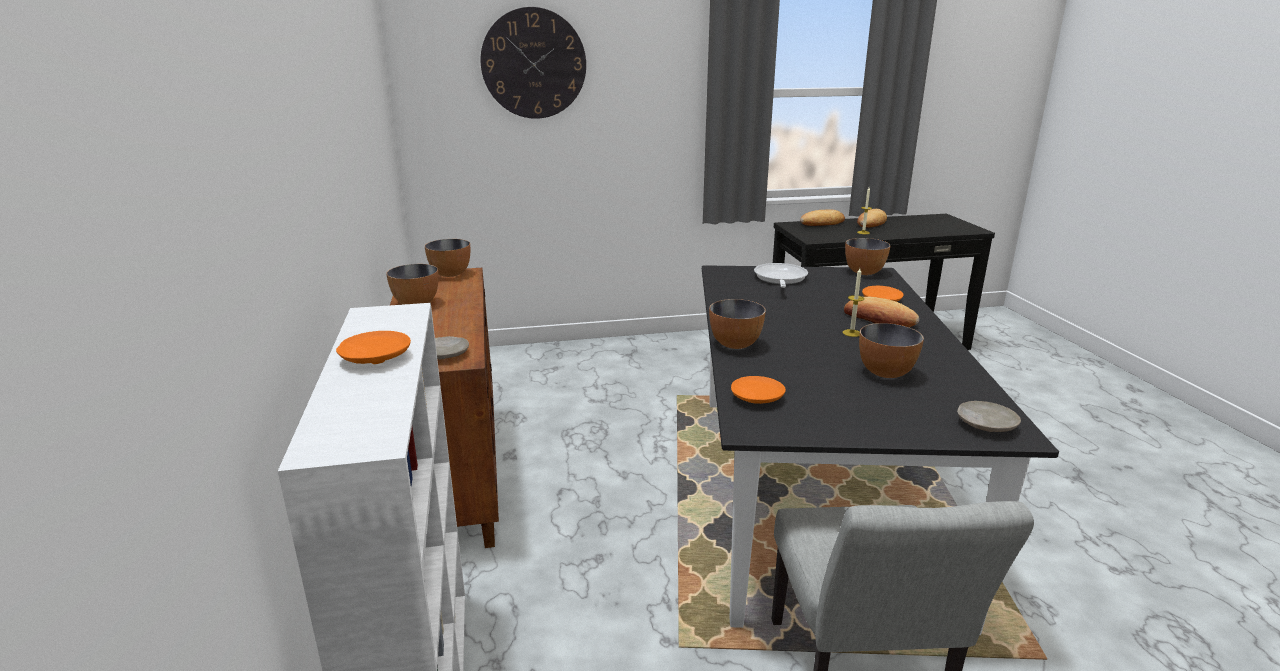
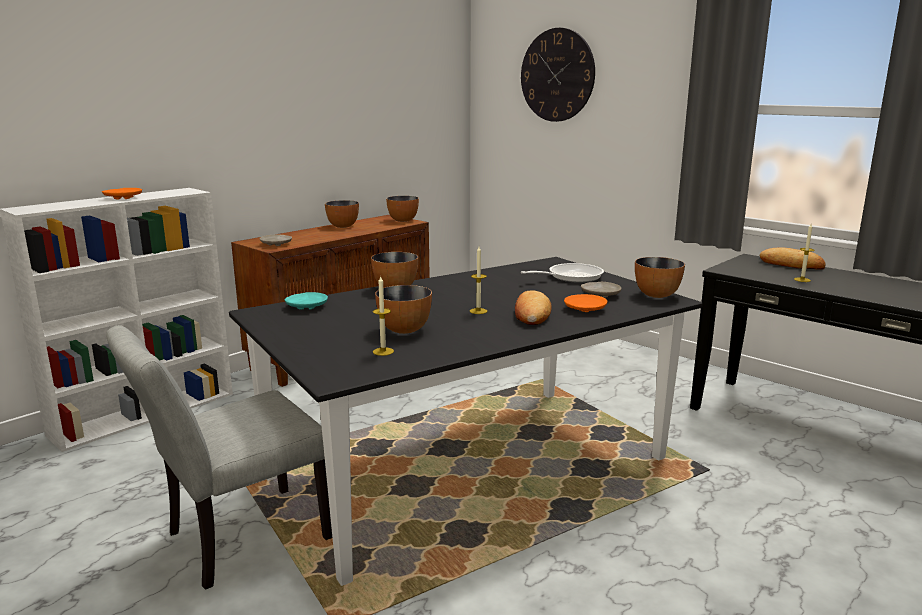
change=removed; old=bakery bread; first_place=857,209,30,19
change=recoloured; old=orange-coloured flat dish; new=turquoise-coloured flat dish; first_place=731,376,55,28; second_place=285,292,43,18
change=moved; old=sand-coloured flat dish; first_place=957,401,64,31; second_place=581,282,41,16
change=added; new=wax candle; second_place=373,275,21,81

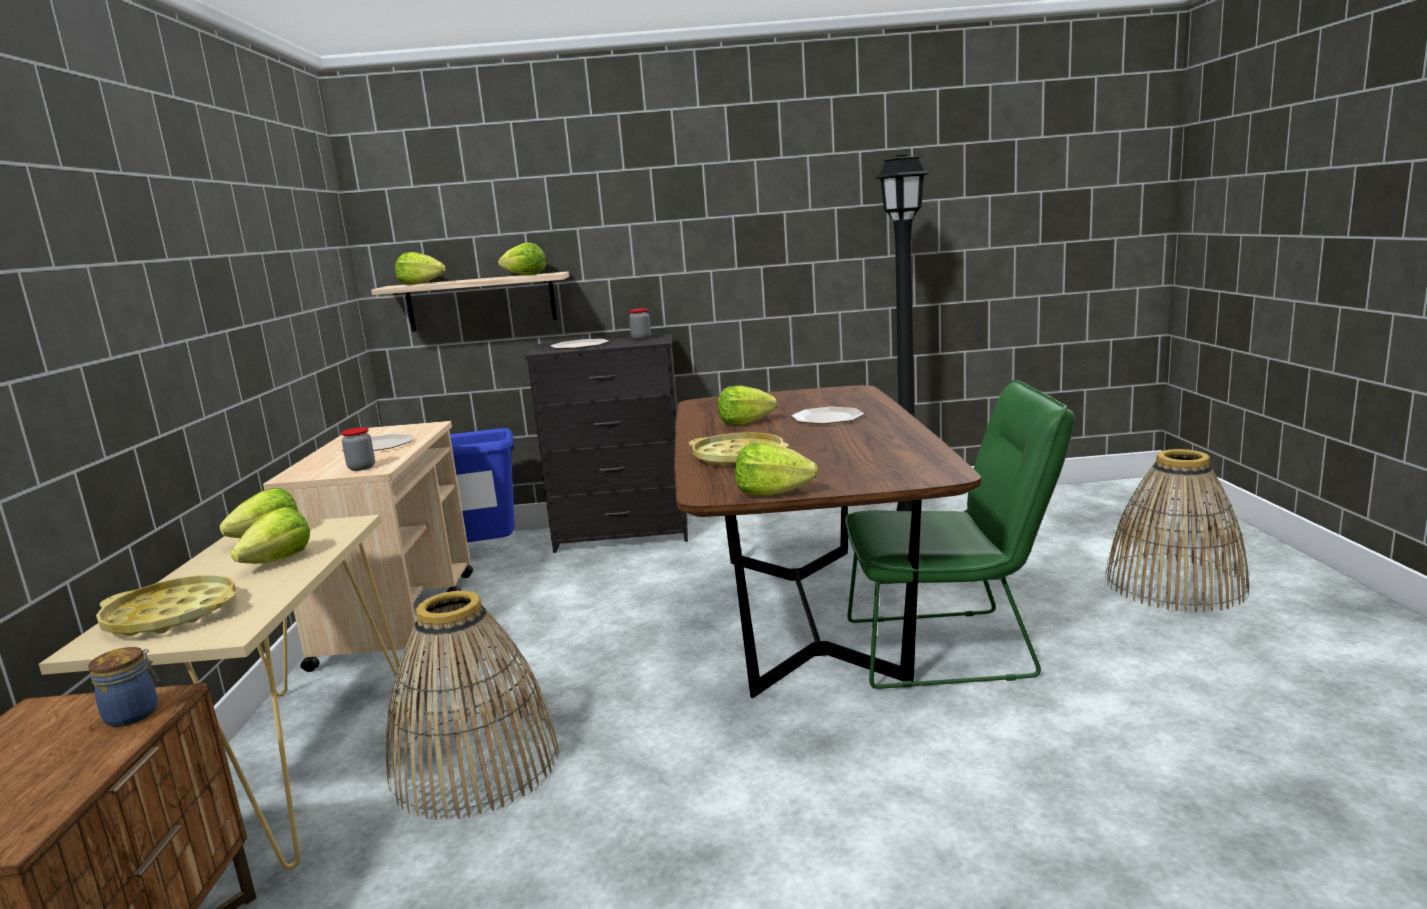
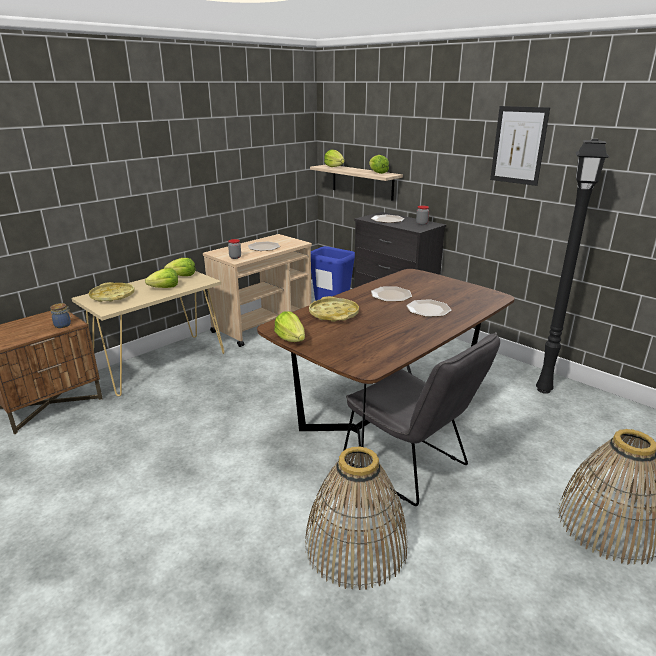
change=recoloured; old=greenish chair; new=greyish chair; first_place=845,380,230,309; second_place=343,332,157,174
change=replaced; old=lettuce head; new=flat dish; first_place=718,385,59,40; second_place=371,287,41,15
change=moved; old=storage basket; first_place=386,591,173,229; second_place=305,446,103,144
change=added; new=picture; second_place=490,106,60,80

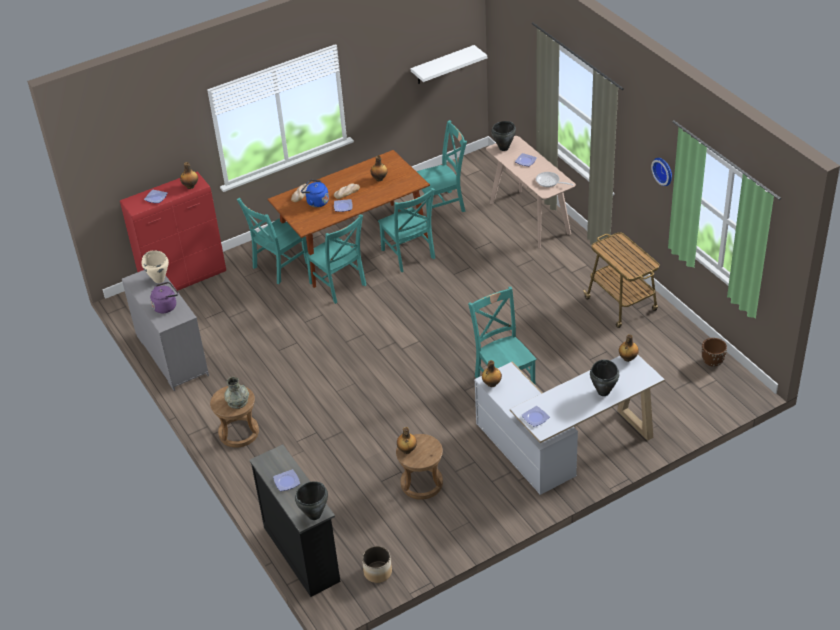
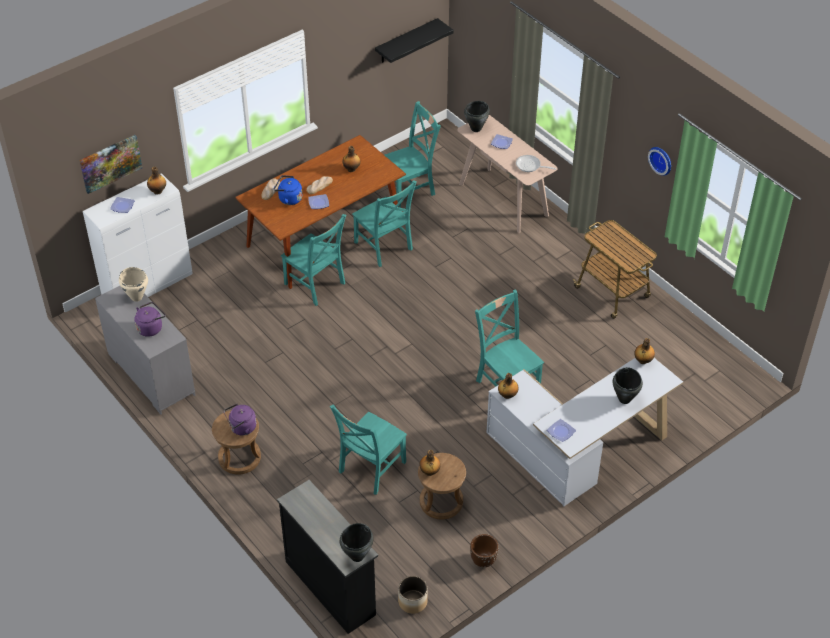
change=recoloured; old=white shelf; new=blackish shelf; first_place=411,45,76,39; second_place=375,18,79,45
change=recoloured; old=red storage cabinet; new=white storage cabinet; first_place=120,172,106,119; second_place=83,173,109,124
change=moved; old=turquoise-coloured chair; first_place=237,198,71,86; second_place=330,404,77,91
change=moved; old=brownish plant pot; first_place=702,338,25,29; second_place=470,534,29,33
change=replaced; old=greyish vase; new=purple-coloured tea kettle; first_place=224,377,25,32; second_place=224,404,32,31
change=removed; old=flat dish; first_place=273,469,27,22
change=added; new=picture; second_place=79,135,63,59

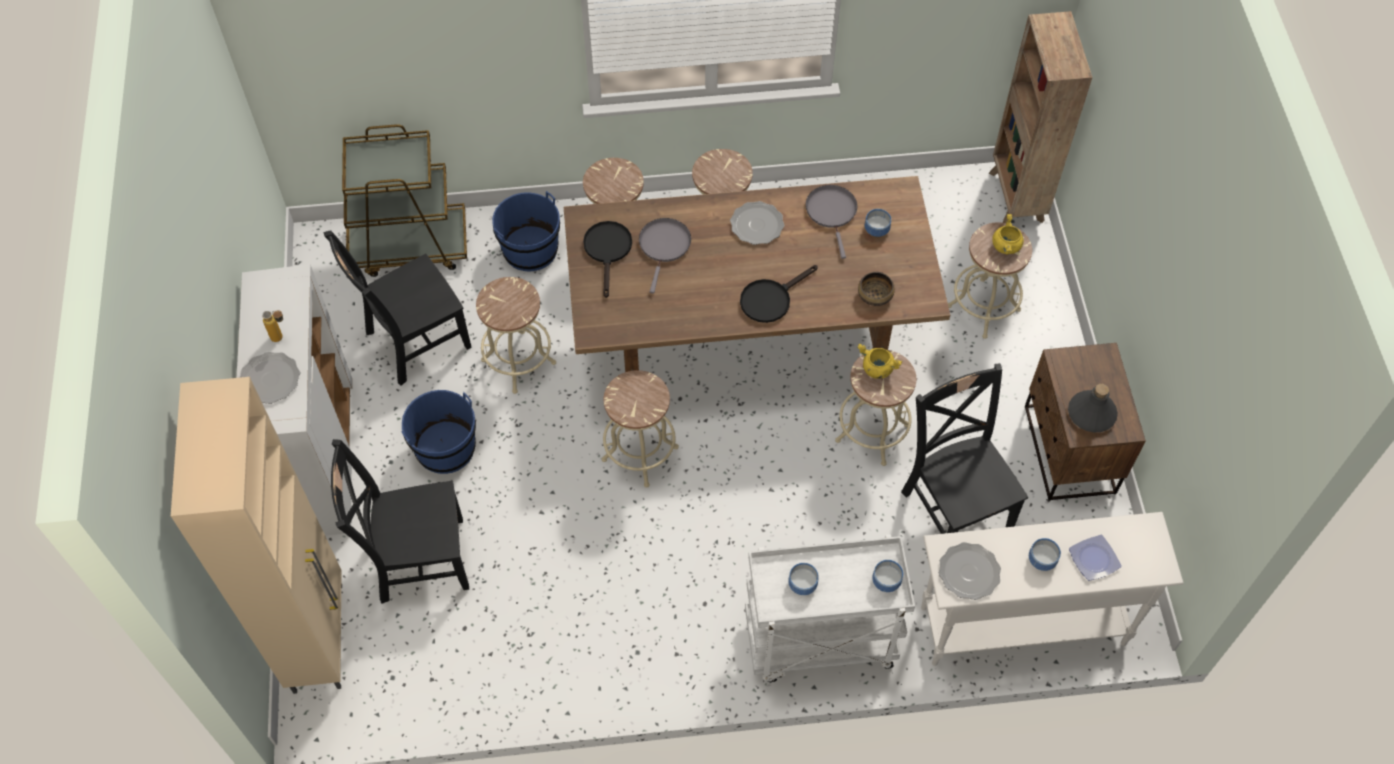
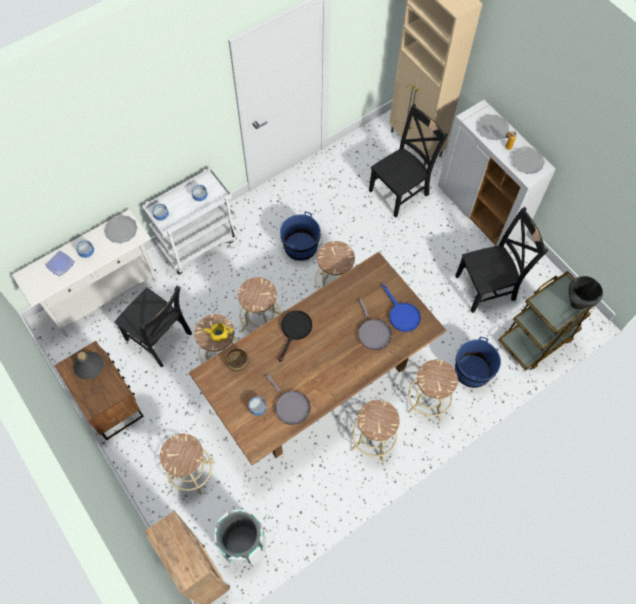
change=moved; old=flat dish; first_place=730,201,54,44; second_place=511,147,34,27
change=removed; old=yellowish saucepot; first_place=992,214,32,41
change=recoloured; old=blackish frying pan; new=blue-coloured frying pan; first_place=583,221,49,77; second_place=382,284,39,48
change=turned; old=blackish chair; first_place=324,230,148,156; second_place=455,207,93,106; degrees=45
change=moved; old=sand-coloured stool seat; first_place=476,277,80,117; second_place=238,277,43,55
change=moved; old=blue-coloured water bucket; first_place=401,390,75,84; second_place=280,211,41,50
change=added; new=blackish saucepot; second_place=569,276,34,33
change=added; new=white rubbish bin; second_place=214,510,52,57

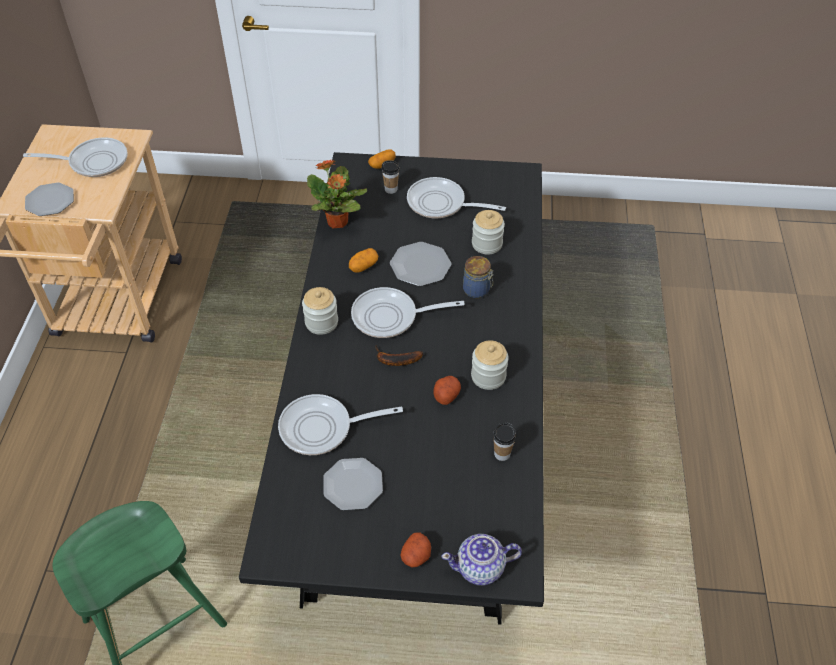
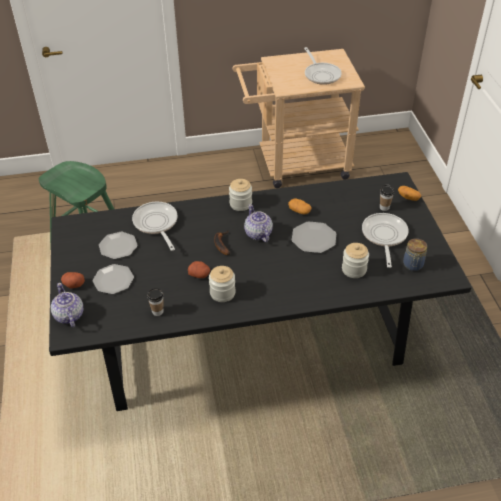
change=removed; old=plant in a pot; first_place=307,159,60,69
change=moved; old=flat dish; first_place=25,183,49,33; second_place=93,264,41,30
change=moved; old=preserve jar; first_place=463,256,30,42; second_place=403,238,24,33
change=replaced; old=frying pan; new=pot for tea; first_place=351,287,114,51; second_place=244,204,29,38

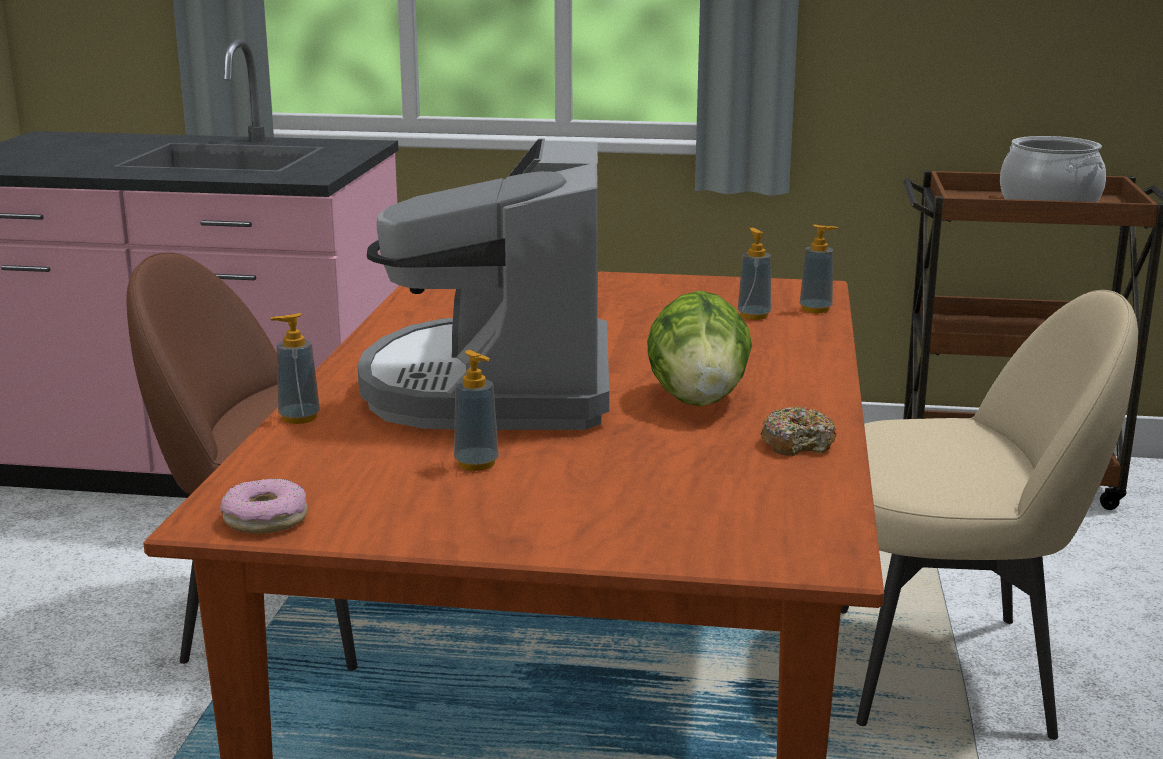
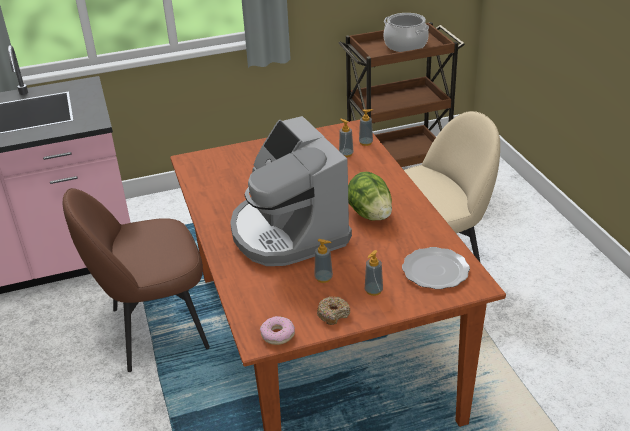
change=moved; old=soap dispenser; first_place=270,313,50,111; second_place=365,250,18,46
change=moved; old=donut; first_place=761,407,75,49; second_place=317,297,33,28
change=added; new=flat dish; second_place=402,247,68,42

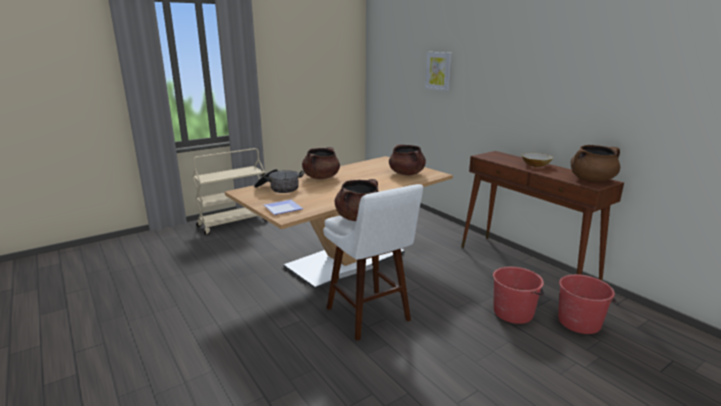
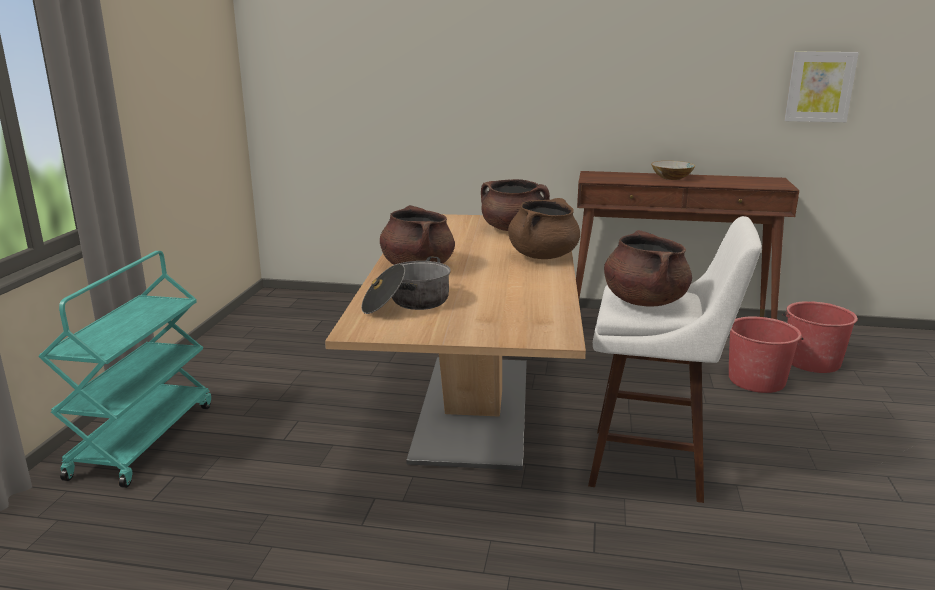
change=moved; old=picture; first_place=425,52,26,39; second_place=784,52,75,70
change=moved; old=brownish saucepot; first_place=571,145,49,37; second_place=508,198,72,61
change=recoloured; old=sand-coloured trolley; new=turquoise-coloured trolley; first_place=192,148,75,87; second_place=38,251,173,237
change=removed; old=flat dish; first_place=264,200,39,15

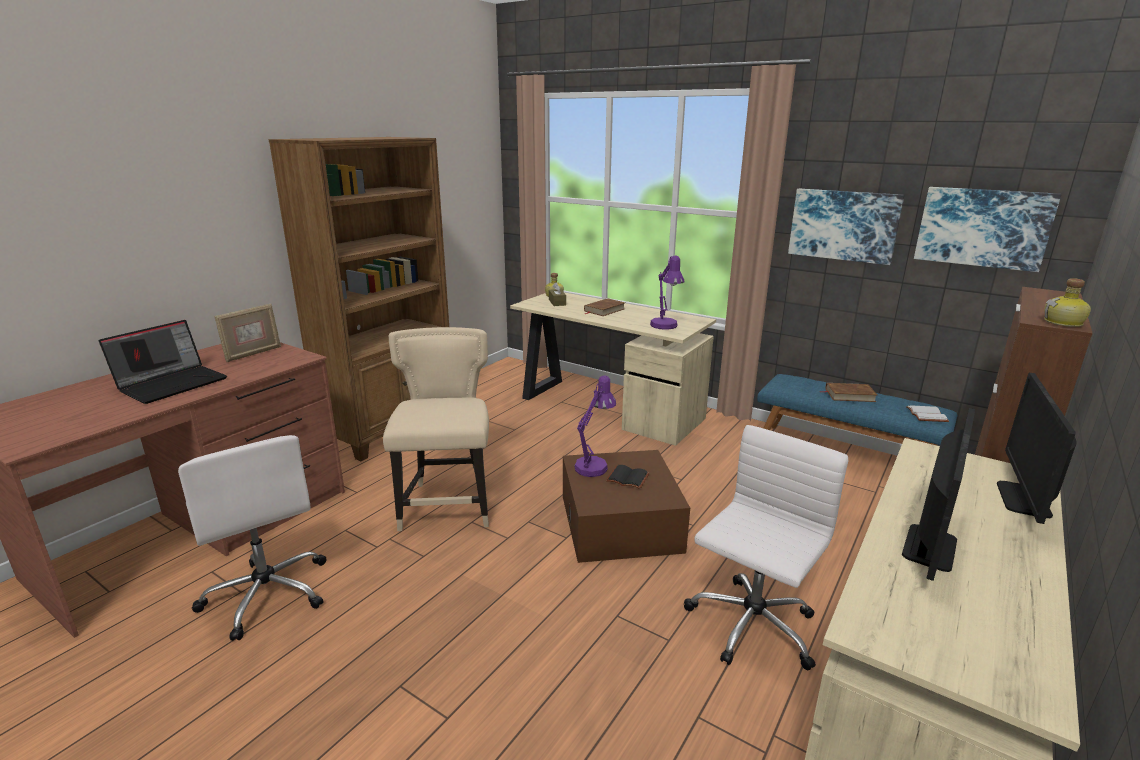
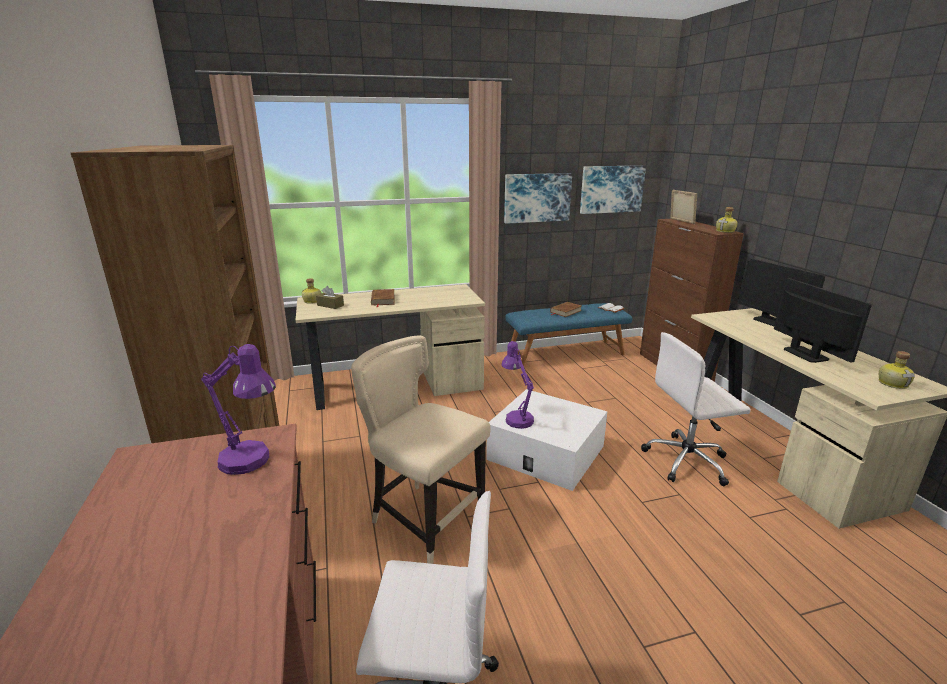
change=moved; old=purple-coloured tabletop lamp; first_place=650,256,35,74; second_place=201,344,75,131
change=moved; old=photo frame; first_place=215,303,66,59; second_place=670,190,27,34
change=removed; old=laptop; first_place=99,320,128,84
change=turned; old=white desk chair; first_place=684,425,164,245; second_place=641,332,110,154; degrees=-90
change=recoloured; old=brownish storage box; new=white storage box; first_place=563,450,127,113; second_place=486,389,121,102
change=removed; old=blackish volume; first_place=606,465,44,24
change=added; new=bottle; second_place=878,351,37,38

